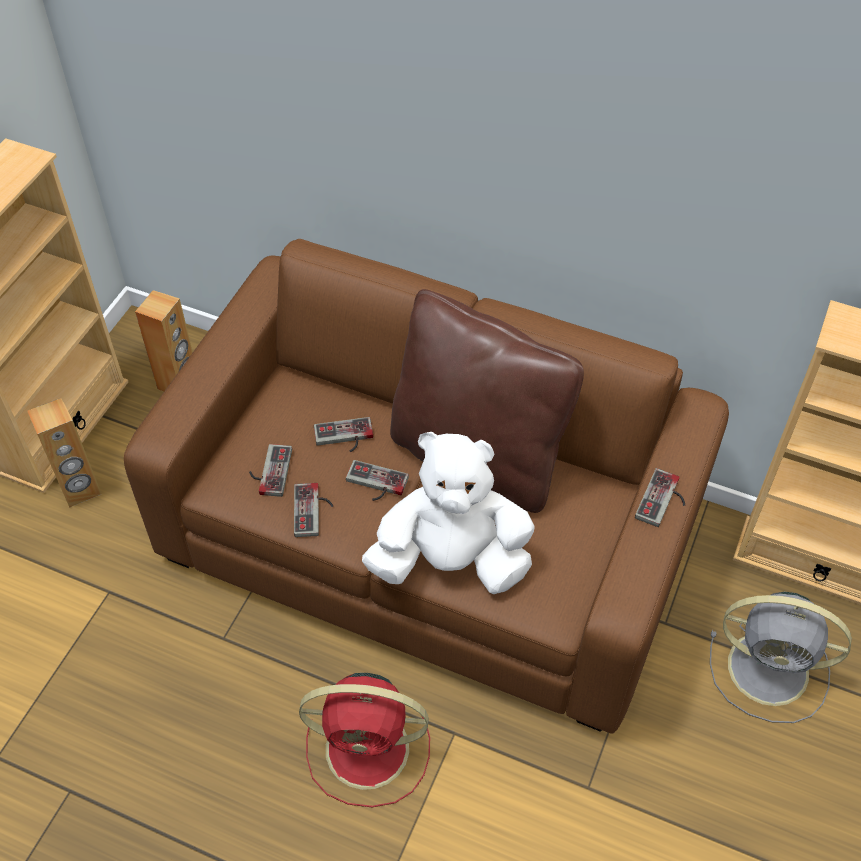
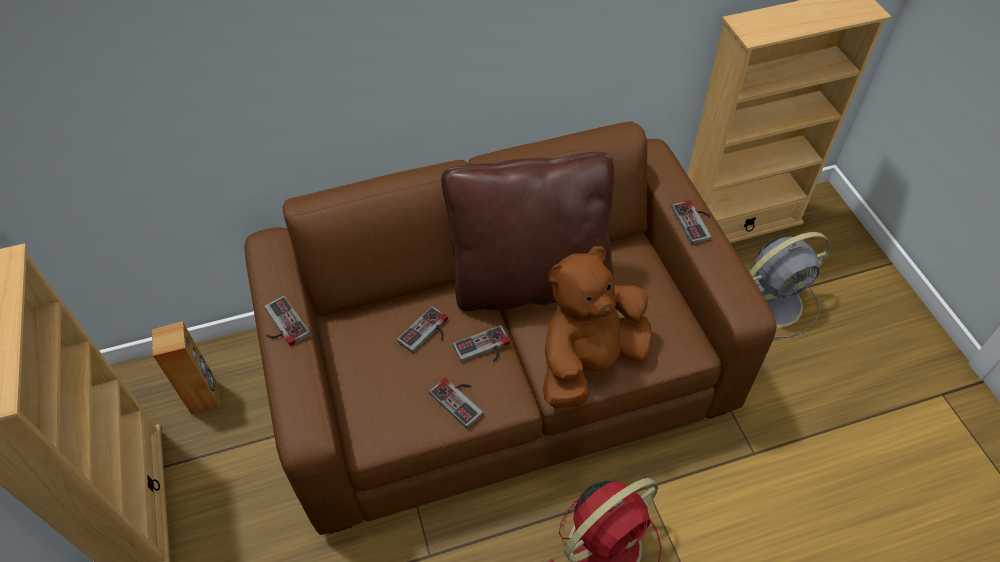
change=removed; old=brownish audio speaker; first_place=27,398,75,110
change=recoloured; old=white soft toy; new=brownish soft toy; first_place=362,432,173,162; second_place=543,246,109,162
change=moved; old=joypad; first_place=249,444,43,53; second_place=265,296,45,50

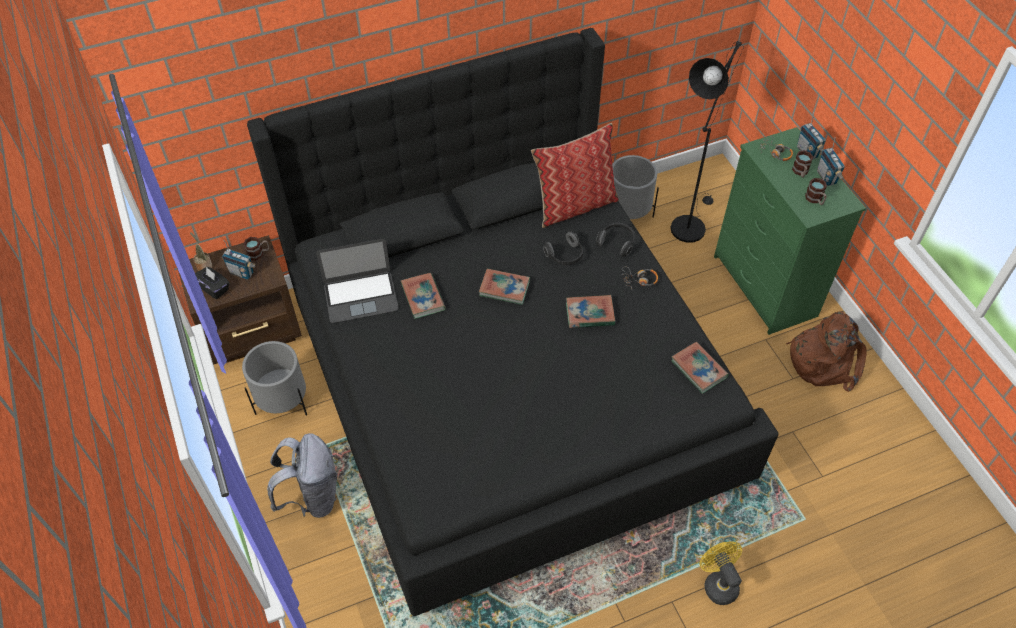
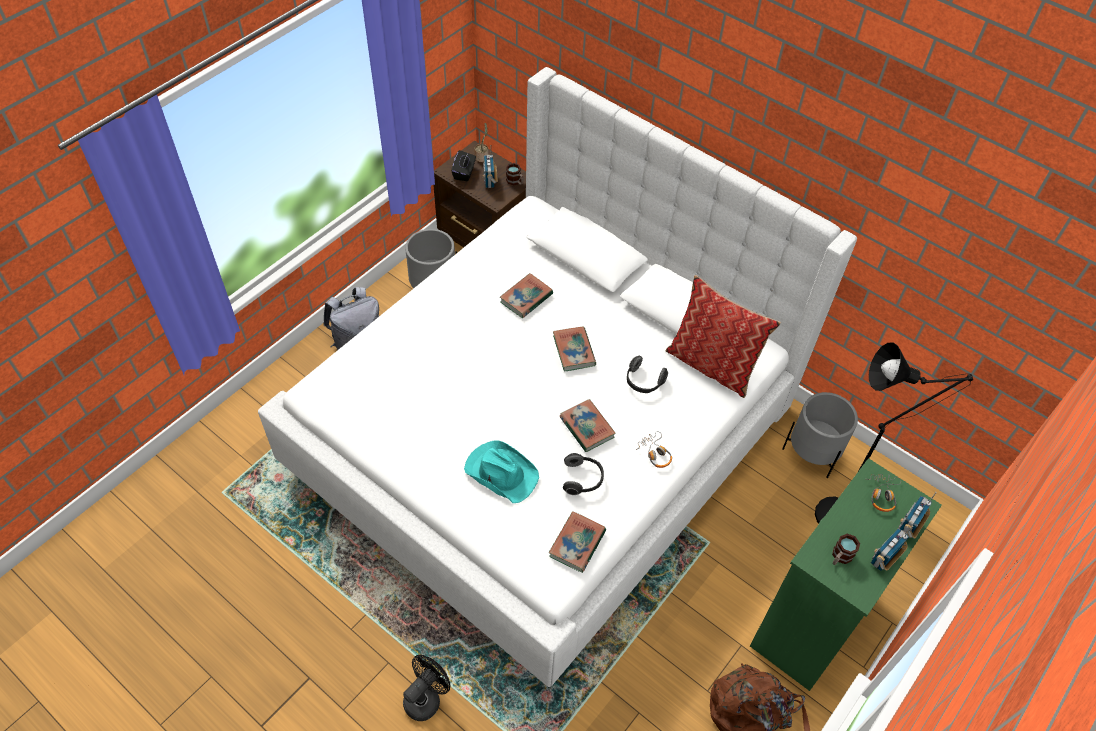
change=recoloured; old=blackish bedroom bed; new=white bedroom bed; first_place=247,28,531,588; second_place=258,67,599,620
change=removed; old=coffee mug; first_place=792,150,21,28
change=moved; old=headset; first_place=596,223,39,34; second_place=563,453,41,42
change=removed; old=laptop; first_place=316,239,83,84
change=recoloured; old=yellowish cooling fan; new=blackish cooling fan; first_place=699,541,43,64; second_place=403,655,47,66
change=added; new=turquoise-coloured hat; second_place=464,440,75,63

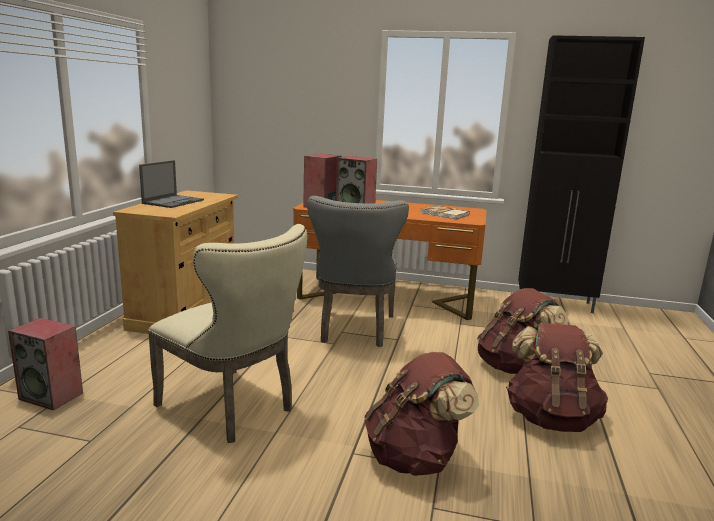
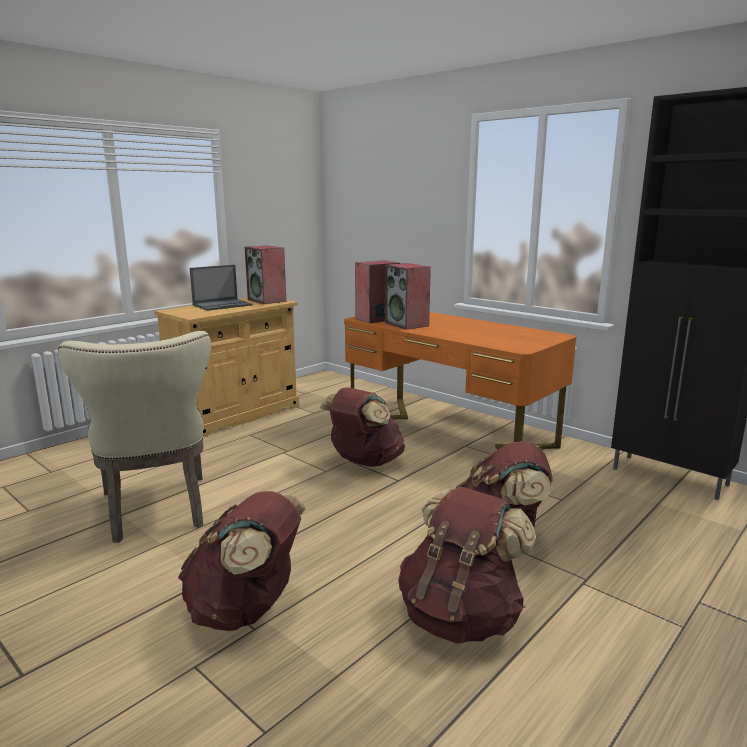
change=replaced; old=greyish chair; new=brownish backpack; first_place=307,196,102,151; second_place=319,388,86,79
change=removed; old=volume; first_place=421,205,49,14
change=moved; old=audio speaker; first_place=8,318,75,92; second_place=245,246,41,58

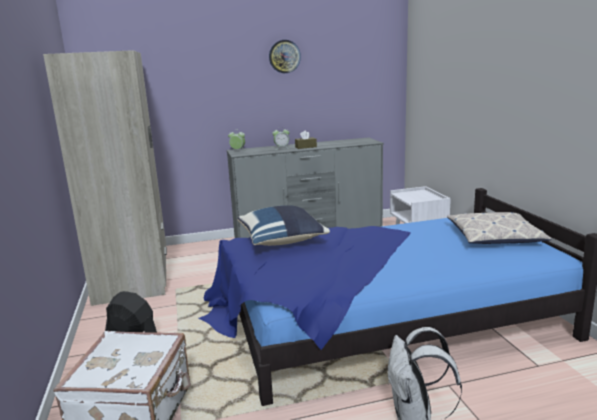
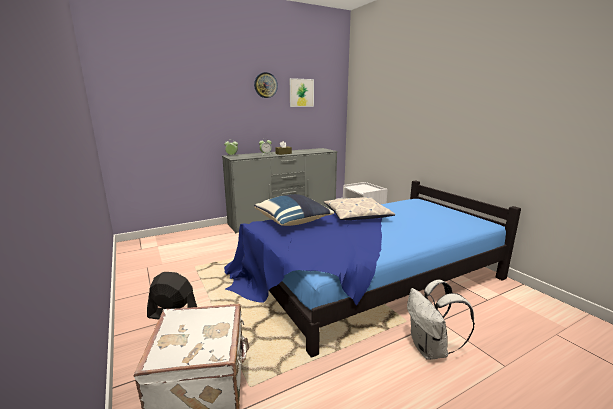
change=removed; old=sand-coloured armoire; first_place=43,50,124,256
change=moved; old=pillow; first_place=447,212,105,32; second_place=324,197,72,23
change=added; new=picture; second_place=290,78,24,29

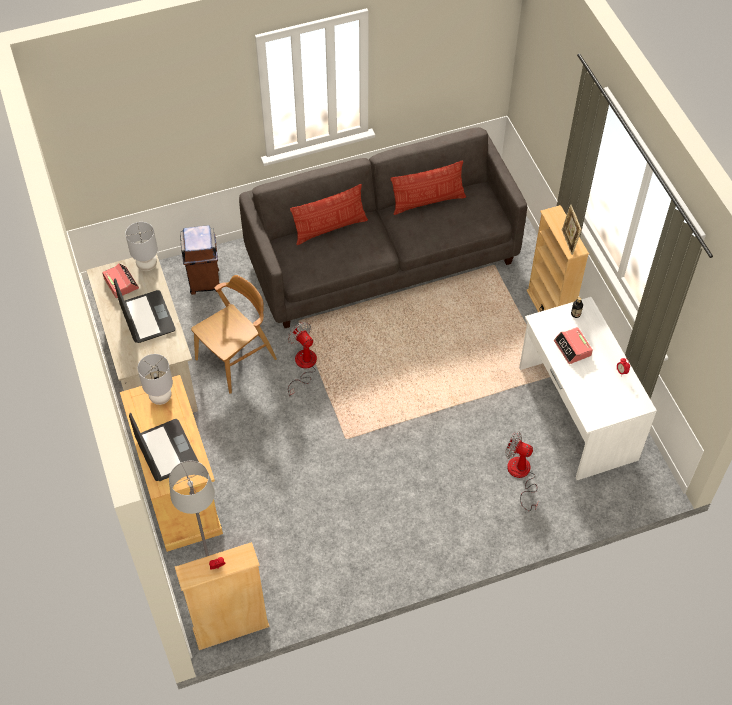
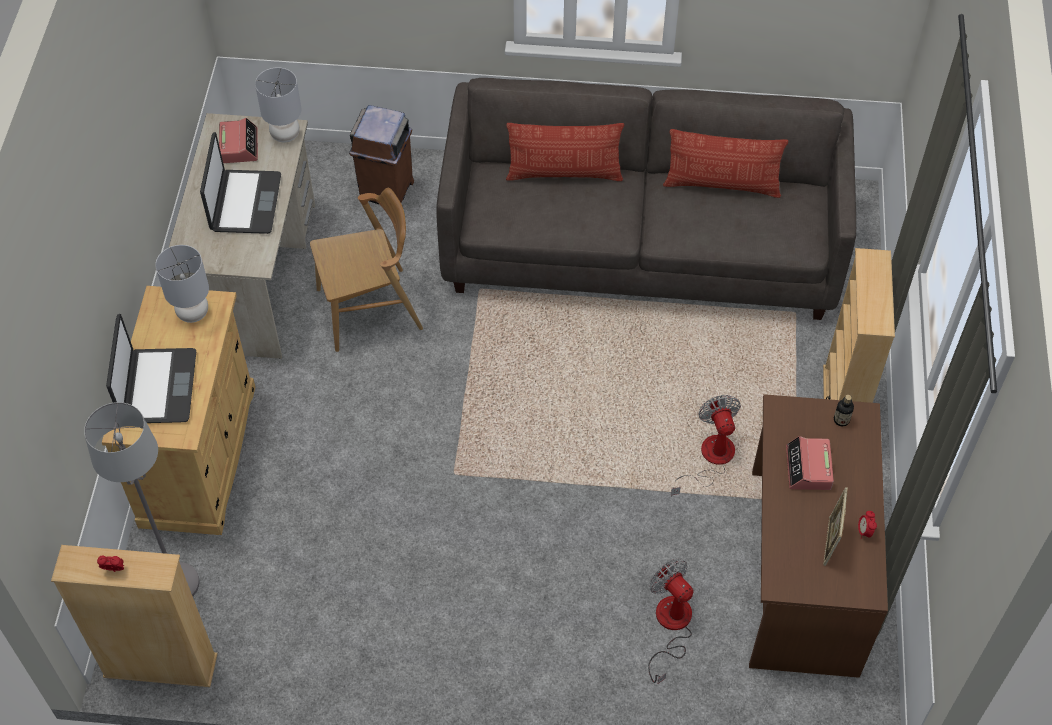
change=moved; old=photo frame; first_place=562,205,20,50; second_place=823,487,25,79
change=recoloured; old=white desk table; new=brownish desk table; first_place=519,297,138,183; second_place=749,394,139,284
change=moved; old=cooling fan; first_place=288,322,29,74; second_place=671,395,70,102

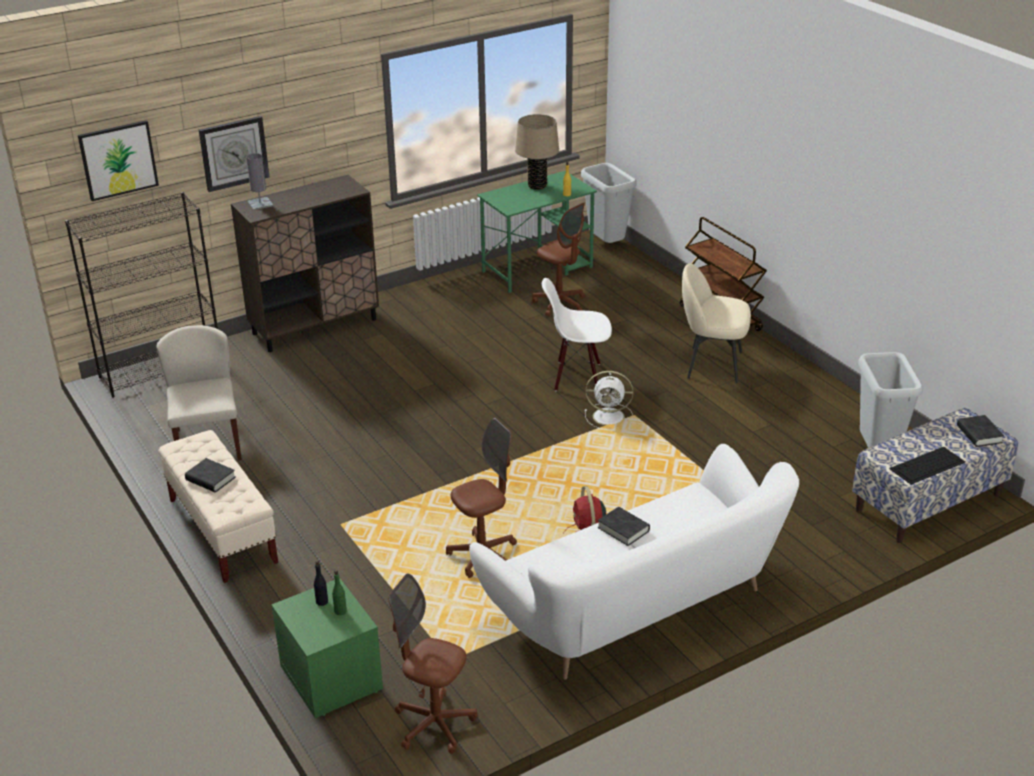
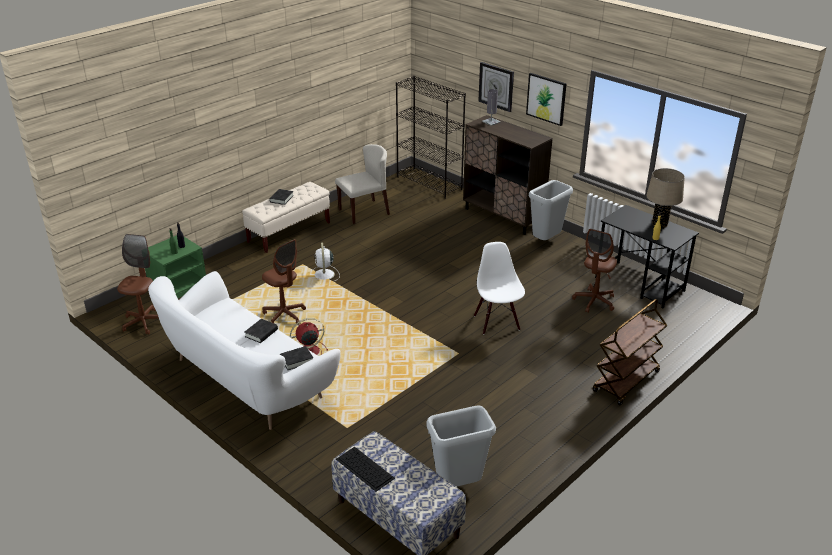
change=moved; old=picture; first_place=78,120,81,81; second_place=526,73,41,53
change=moved; old=greyish rubbish bin; first_place=581,163,56,80; second_place=529,180,44,60
change=recoloured; old=greenish desk table; new=blackish desk table; first_place=477,171,120,122; second_place=595,205,104,104
change=removed; old=sand-coloured chair; first_place=682,263,69,120
change=moved; old=white cooling fan; first_place=585,371,48,57; second_place=311,242,29,40
change=moved; old=blackish volume; first_place=957,415,47,32; second_place=280,346,33,24

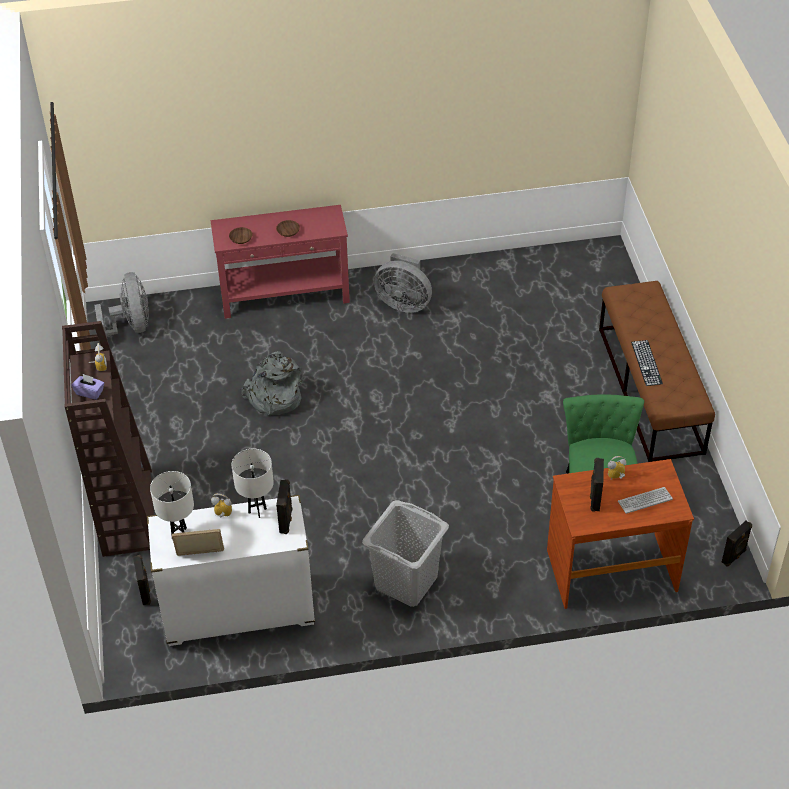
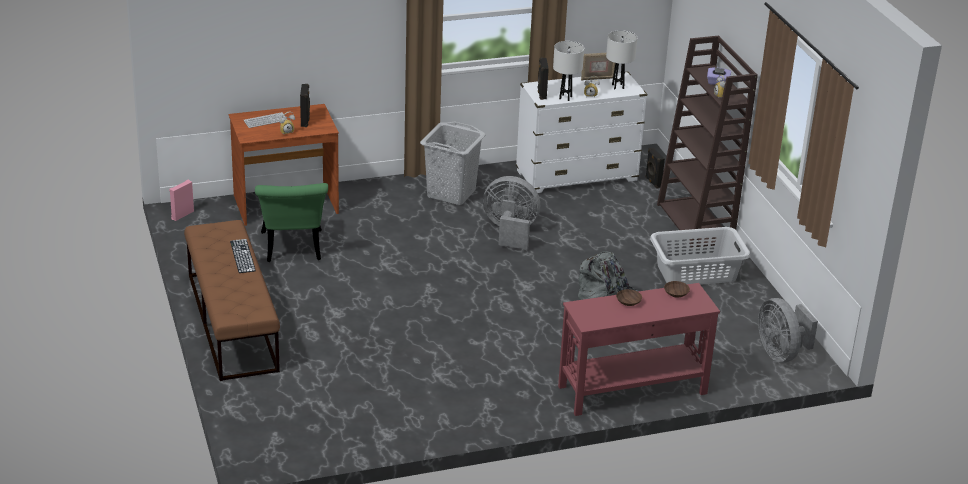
change=moved; old=greyish cooling fan; first_place=374,253,58,60; second_place=483,176,57,74
change=recoloured; old=blackish audio speaker; new=pink audio speaker; first_place=722,521,30,46; second_place=169,180,25,41
change=added; new=greyish hamper; second_place=650,227,100,58

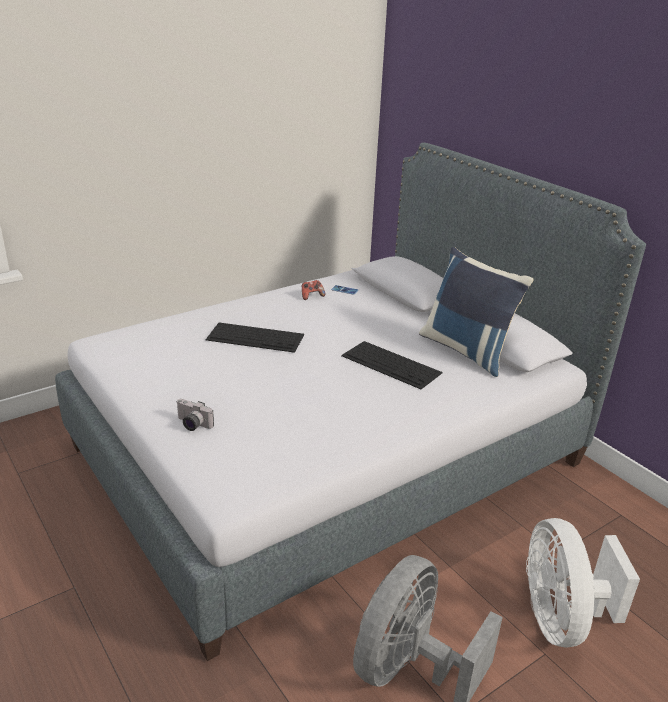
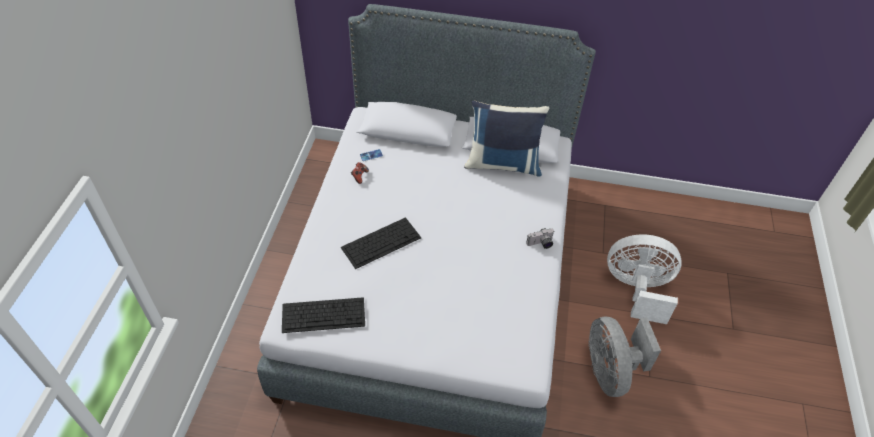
change=moved; old=computer keyboard; first_place=341,341,102,48; second_place=282,297,83,36
change=moved; old=still camera; first_place=176,399,38,32; second_place=526,228,29,21
change=turned; old=white cooling fan; first_place=526,518,114,130; second_place=607,234,75,90; degrees=150

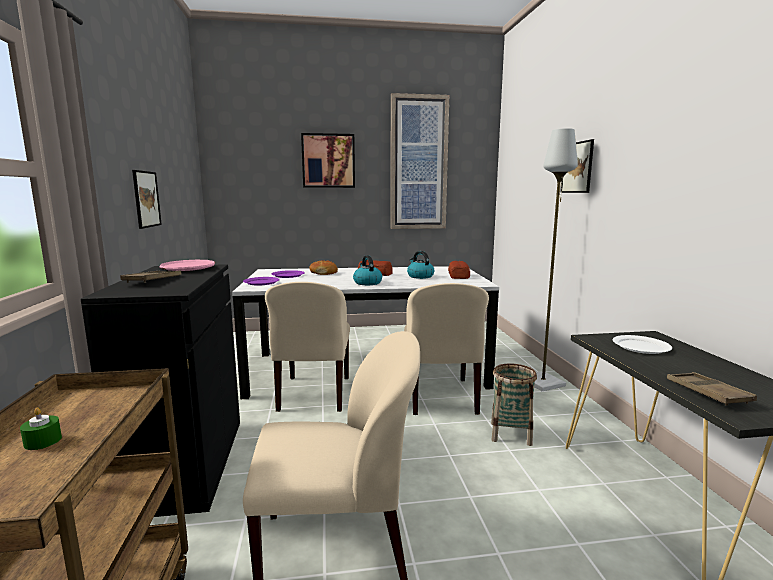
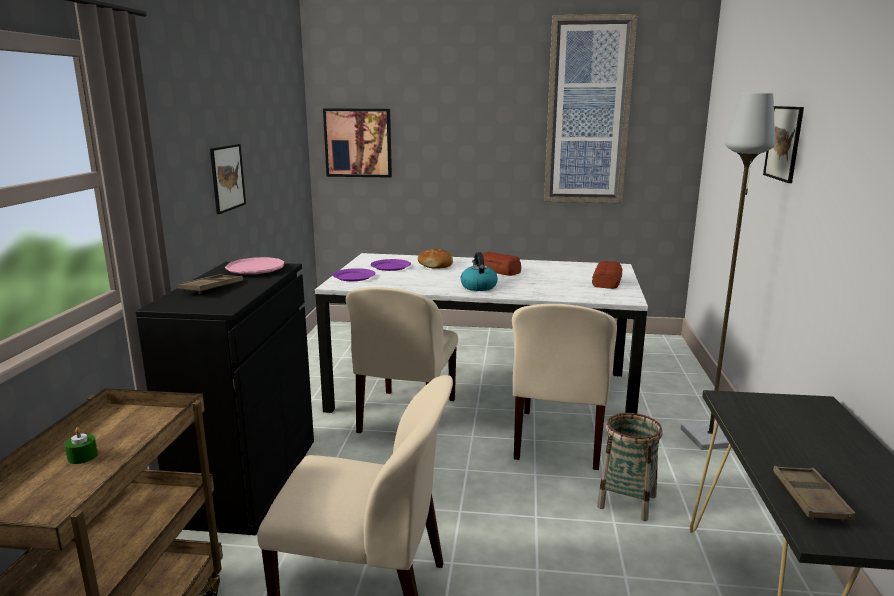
change=moved; old=picture; first_place=301,133,54,55; second_place=323,108,69,70
change=removed; old=tea kettle; first_place=407,251,27,28
change=removed; old=white flat dish; first_place=612,335,60,19

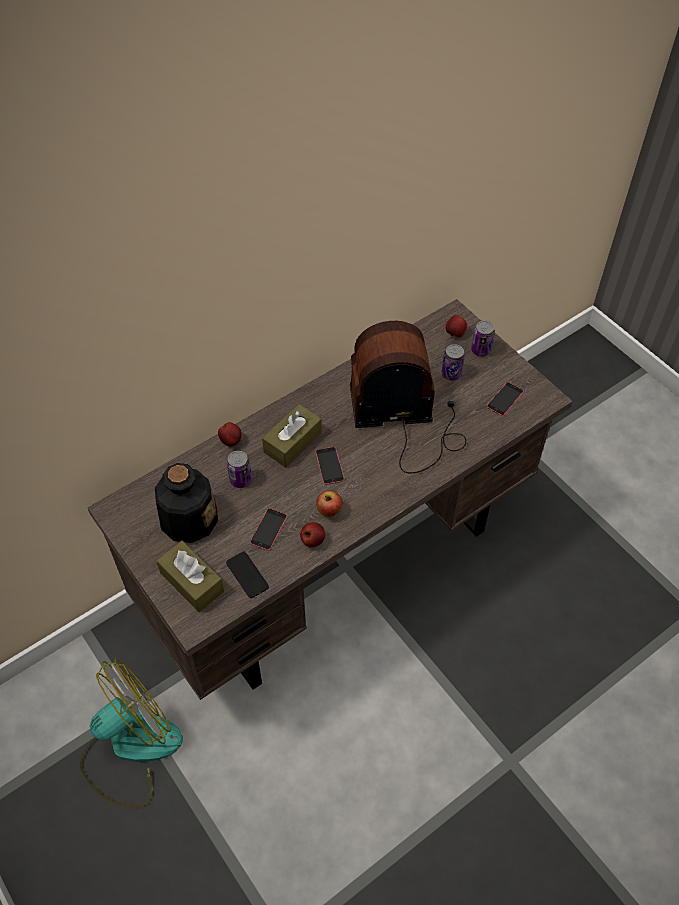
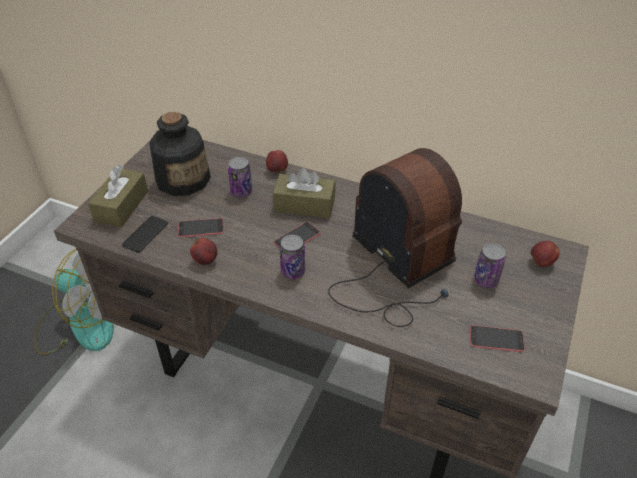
change=moved; old=sealed can; first_place=471,321,24,36; second_place=280,235,25,44
change=removed; old=apple; first_place=316,490,27,27

